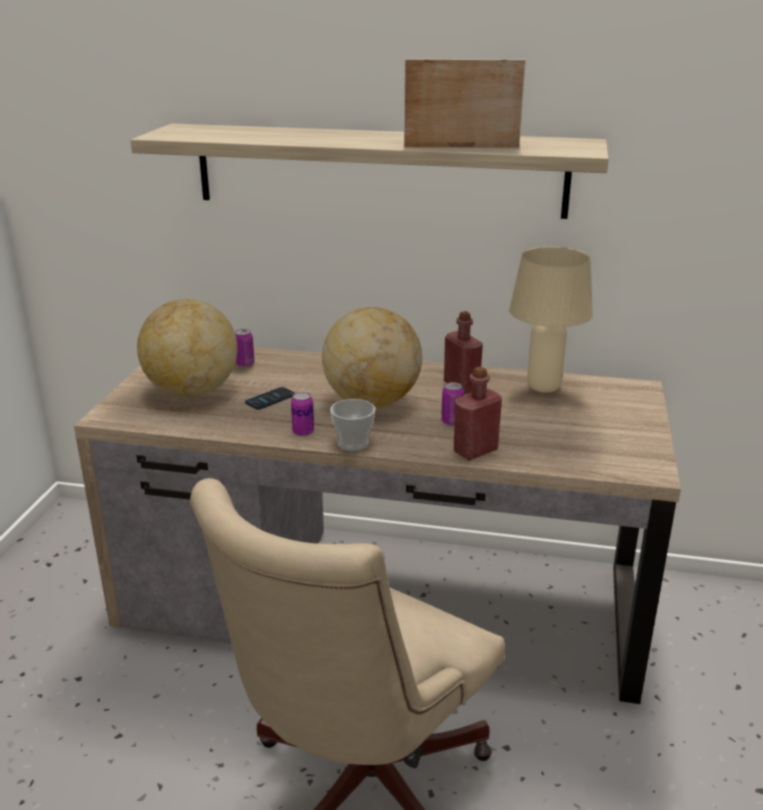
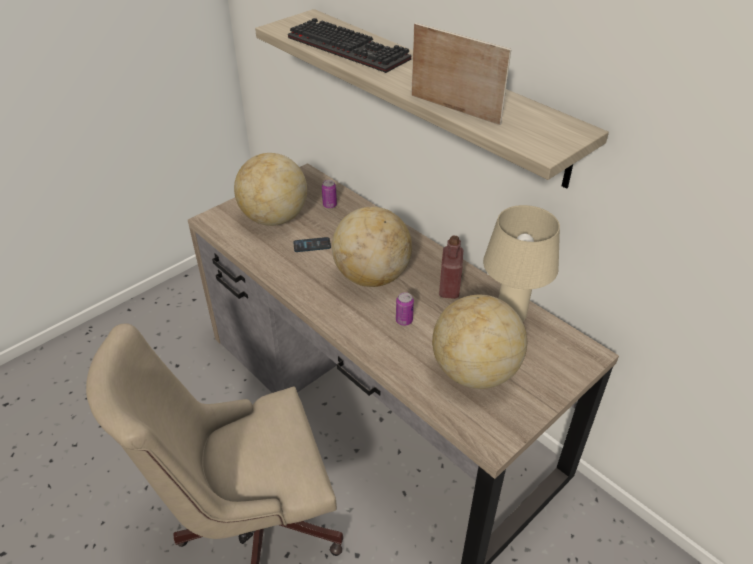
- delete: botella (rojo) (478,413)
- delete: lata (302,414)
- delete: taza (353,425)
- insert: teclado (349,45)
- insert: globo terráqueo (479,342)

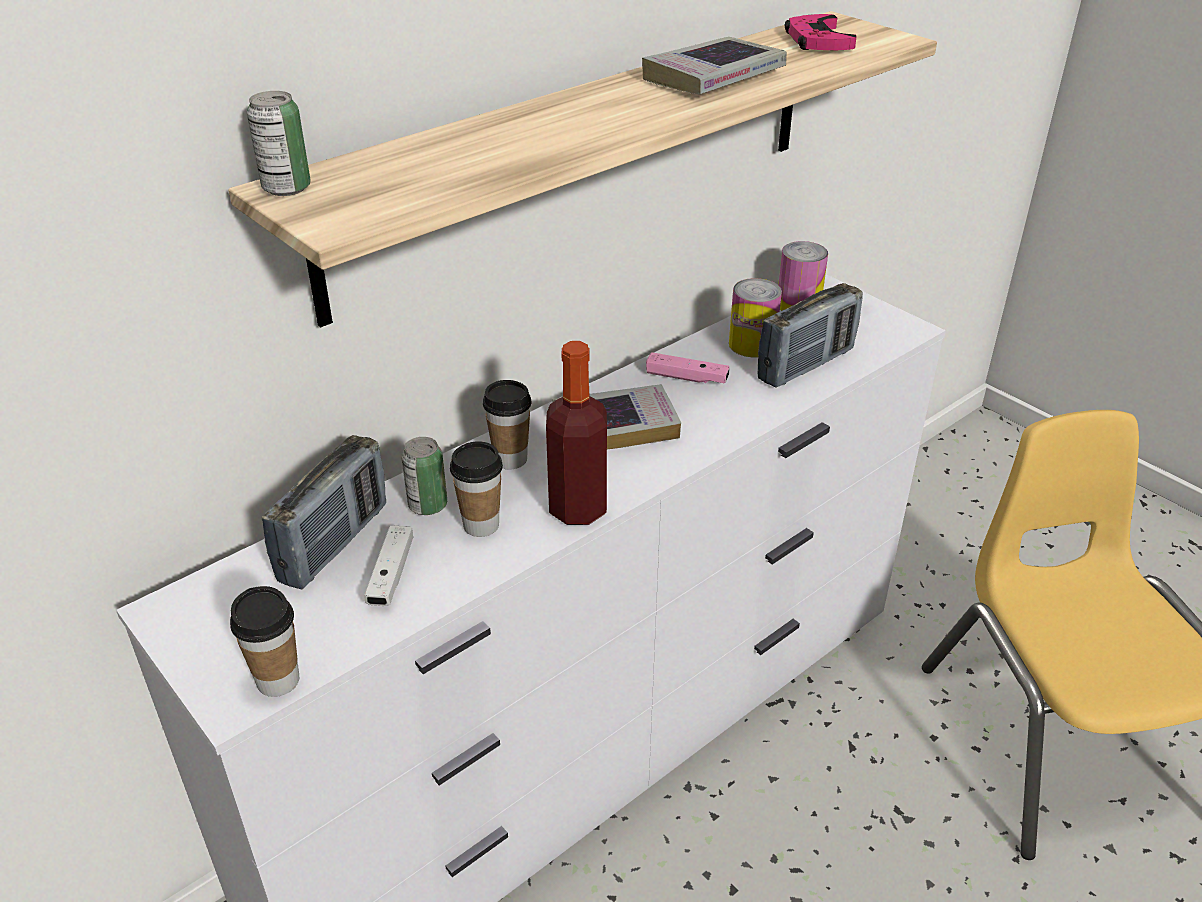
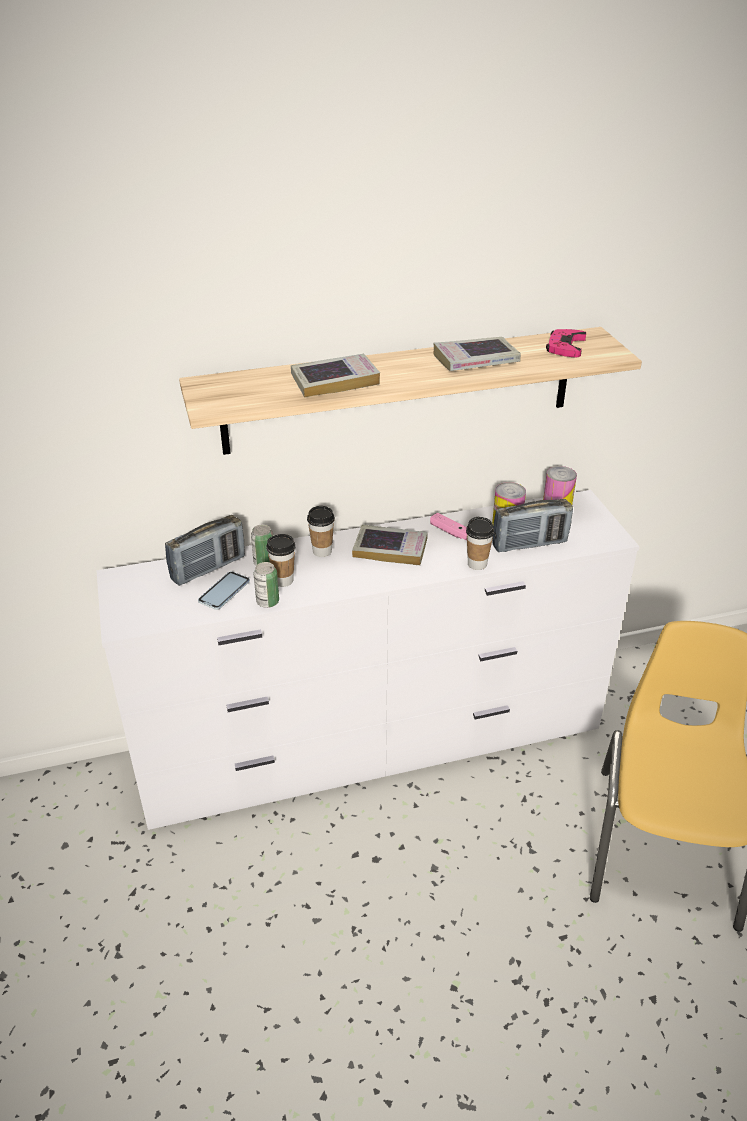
- move: lata (279,143) to (266,585)
- delete: botella (576,433)
- replace: mando de consola (blanco) (388,566) to móvil (224,590)
- move: taza (264,641) to (480,543)
- insert: libro (335,376)

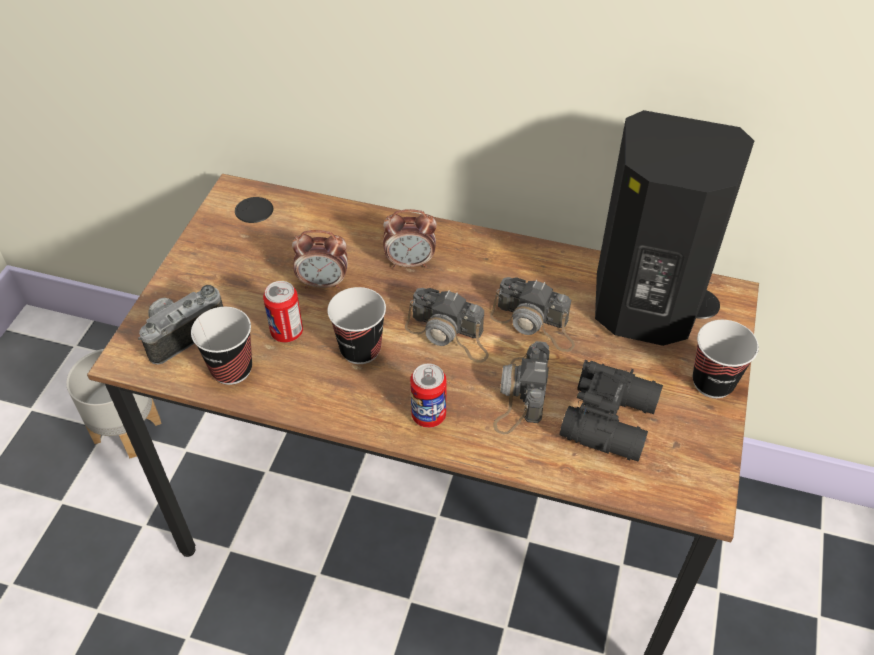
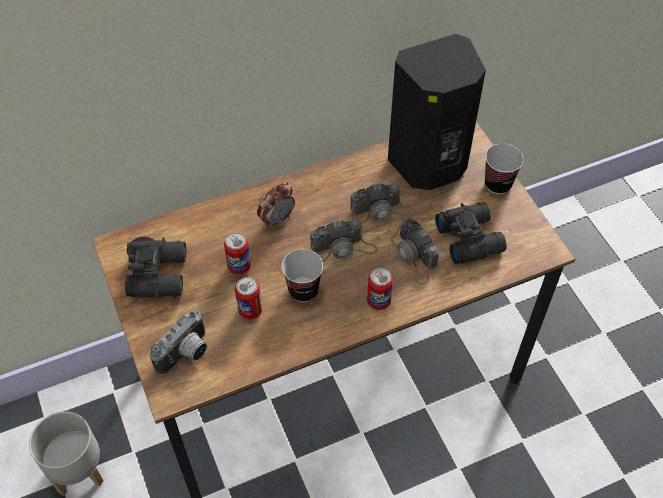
- replace: despertador (320,259) to lata (237,253)
- rotate: cámara (180,325) = (178,342) 150 degrees counterclockwise
- delete: taza (221,346)
- insert: prismáticos (negro) (155,267)

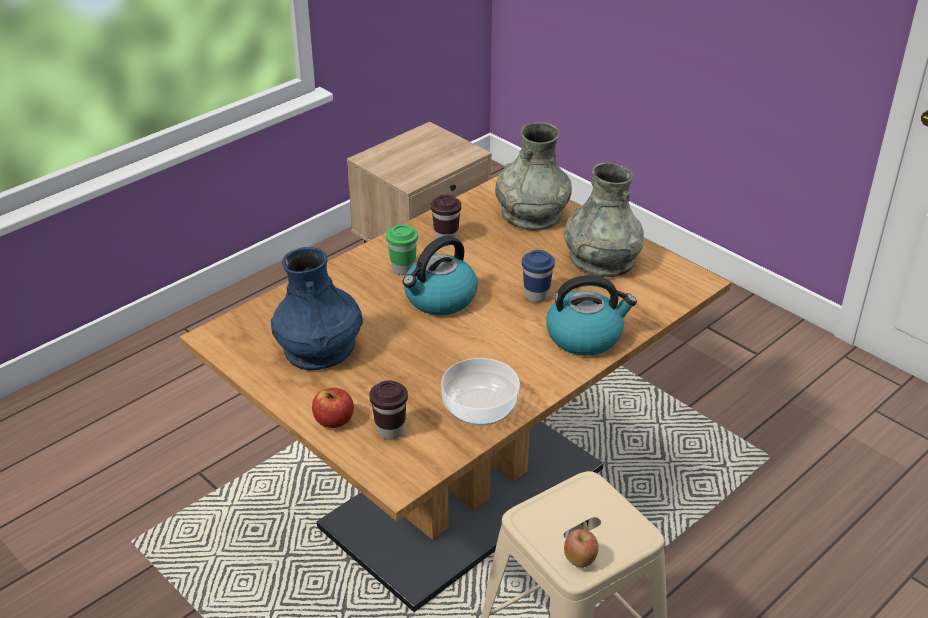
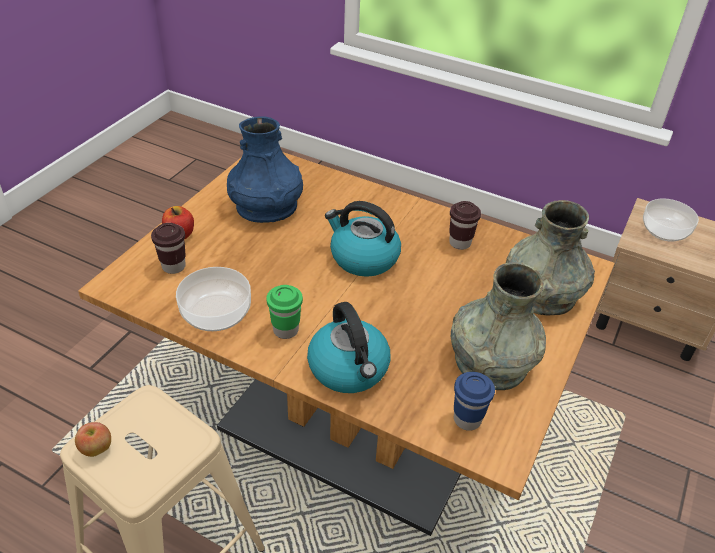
- move: taza (verde) (402,249) to (284,312)
- move: taza (azul) (538,276) to (474,401)
- insert: cuenco (671,220)

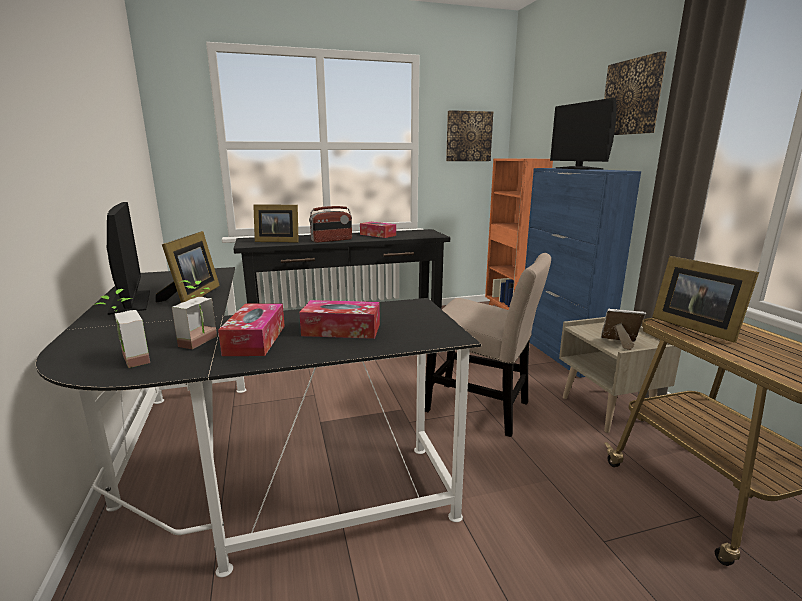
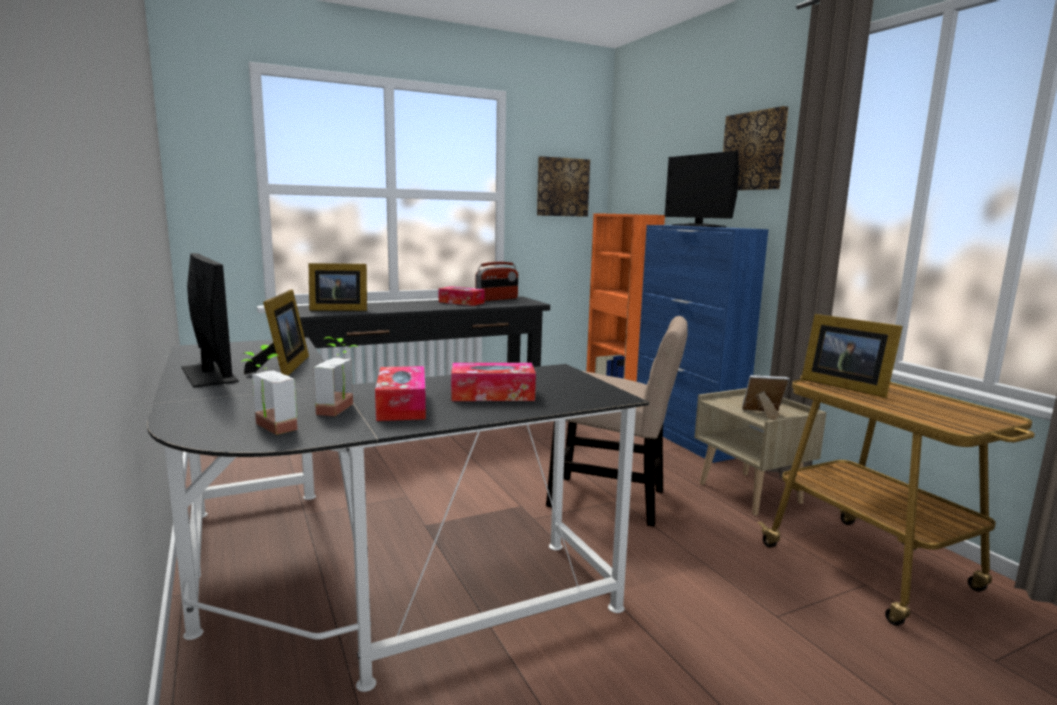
- move: radio (330,224) to (497,281)

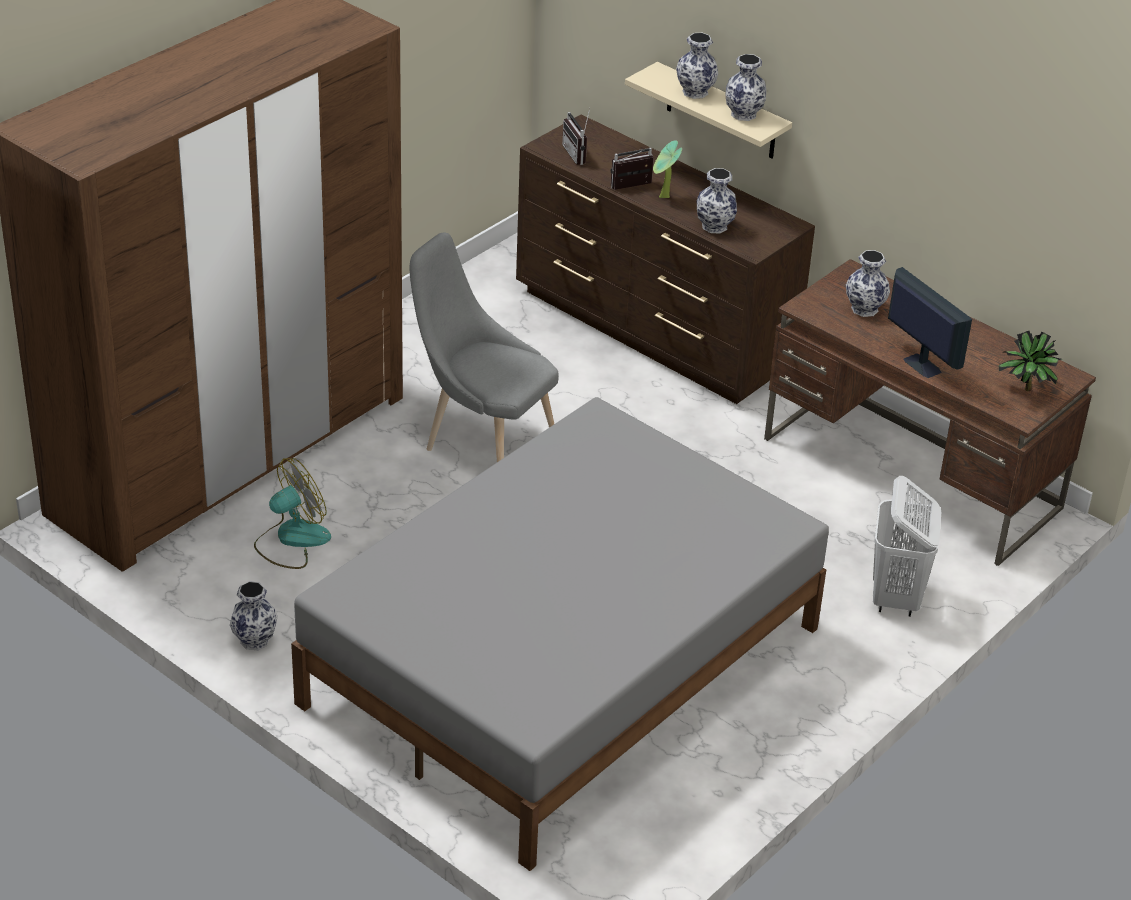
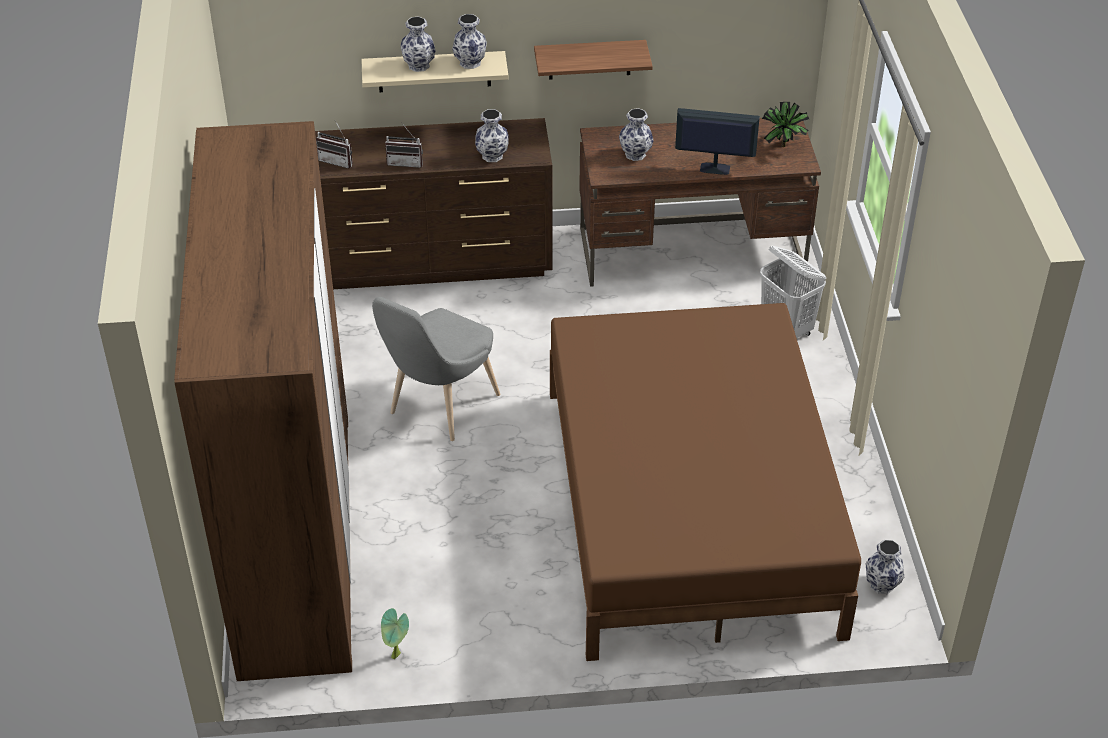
- move: planta en maceta (667,169) to (395,633)
- rotate: radio (632,169) = (404,145) 105 degrees counterclockwise
- rotate: silla (gris) (484,347) = (436,369) 45 degrees counterclockwise
- recolor: cama (gris) (560,634) to cama (marrón) (705,482)
- delete: ventilador (292,513)
- move: florero (254,615) to (884,567)
- insert: estante (593,60)

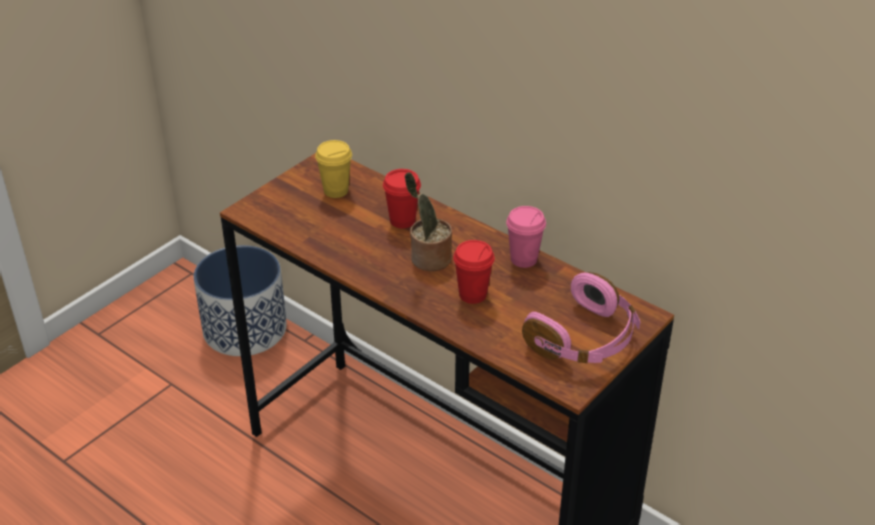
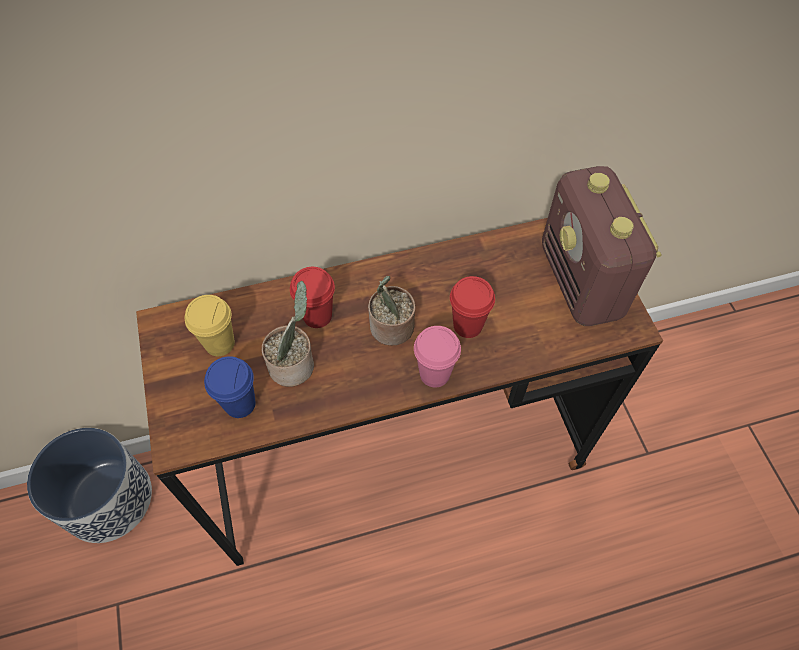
- move: taza (rosa) (526,237) to (437,356)
- replace: auriculares (rosa) (581,317) to radio (602,246)
- insert: planta en maceta (288,334)
- insert: taza (azul) (230,387)

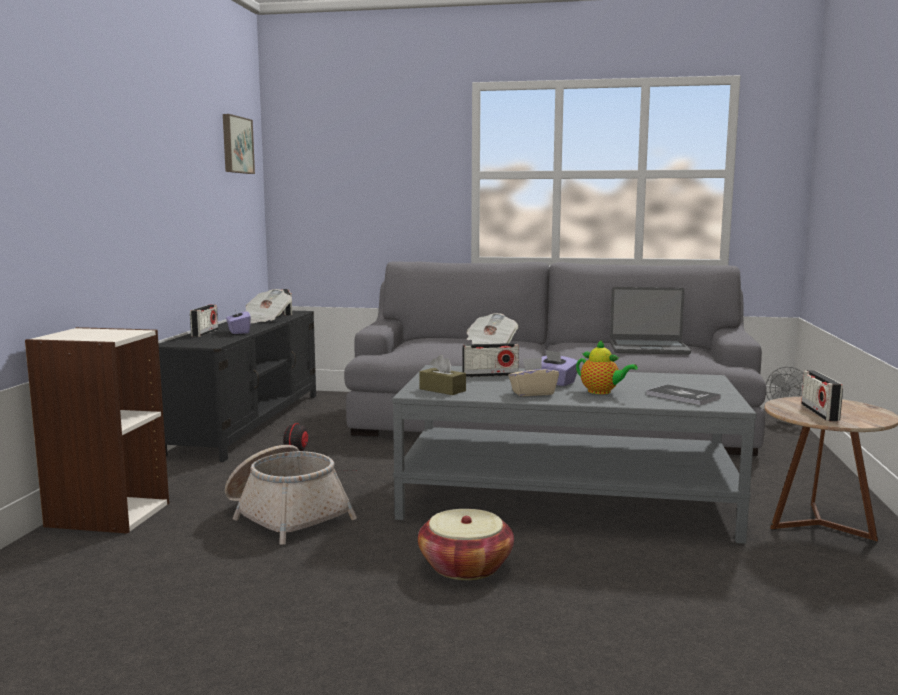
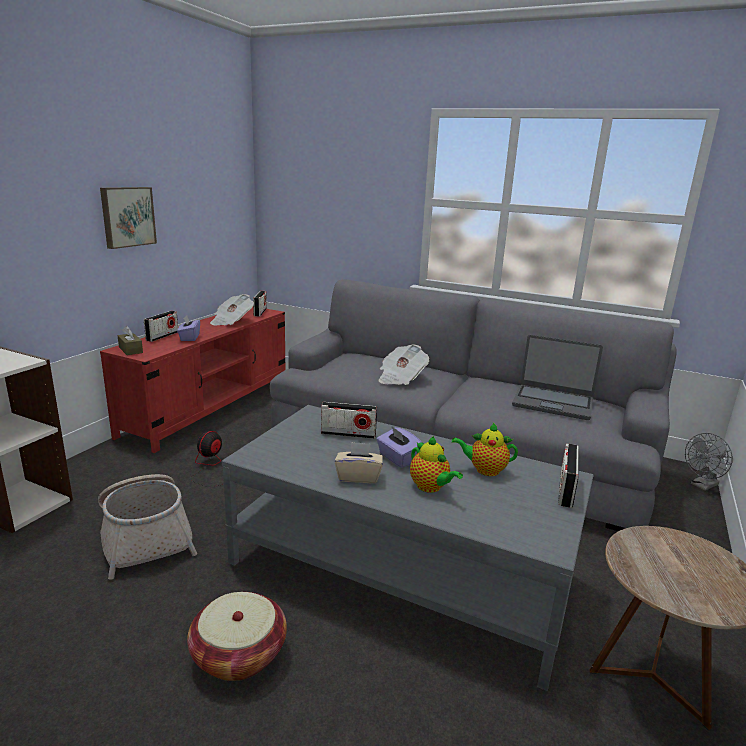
- move: cuadro (239,144) to (128,218)
- recolor: mueble de televisión (negro) (237,386) to mueble de televisión (rojo) (192,380)
- move: caja de pañuelos (marrón) (442,375) to (130,340)
- move: radio (822,395) to (568,475)
- delete: libro (683,395)
- insert: tetera (485,449)

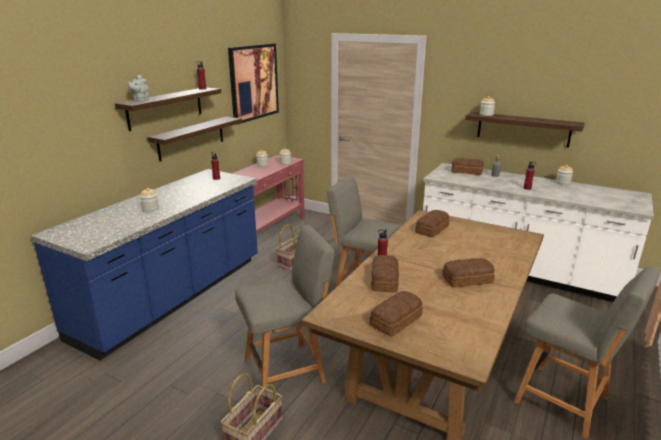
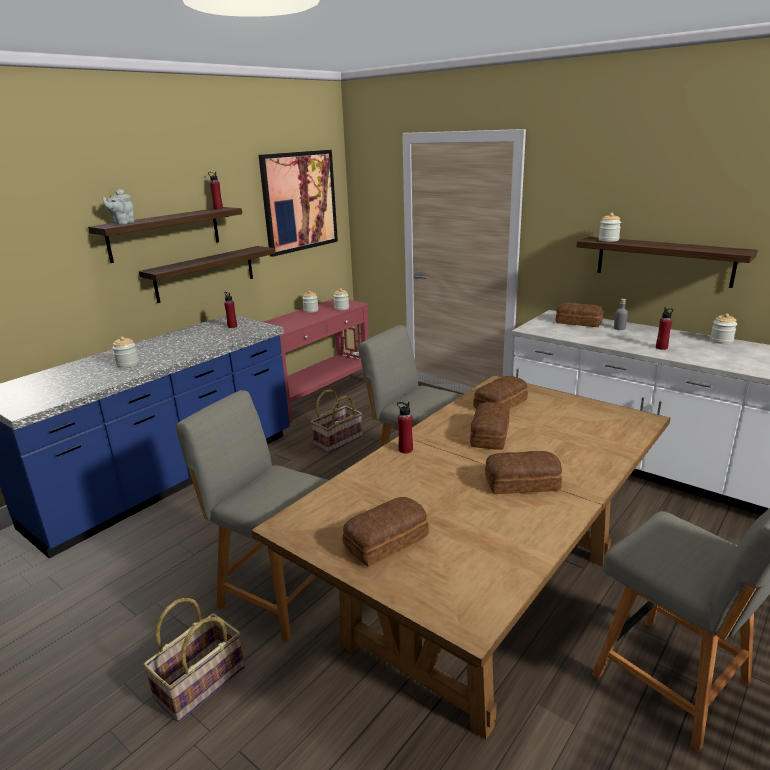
- rotate: silla (gris) (285,306) = (252,516) 135 degrees counterclockwise
- move: pan (385,273) to (490,426)

